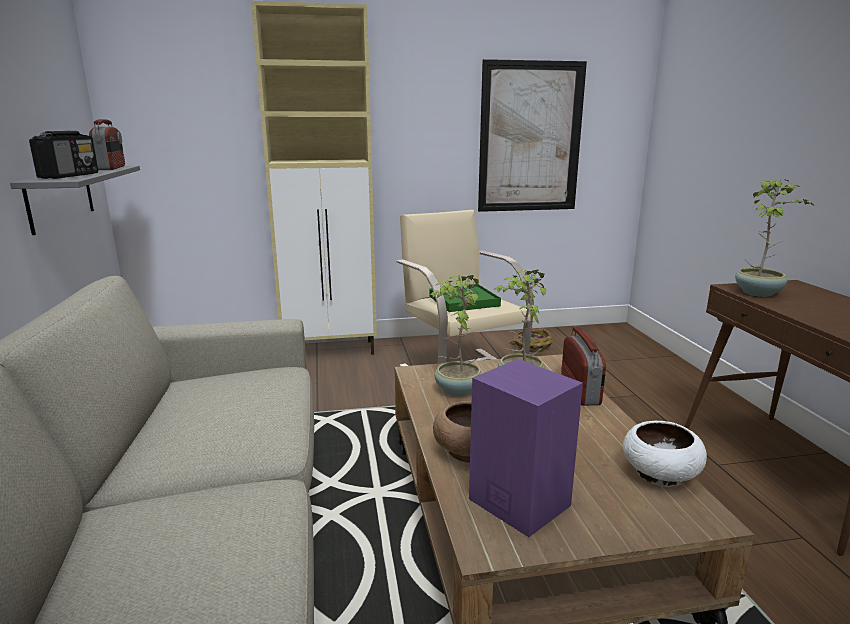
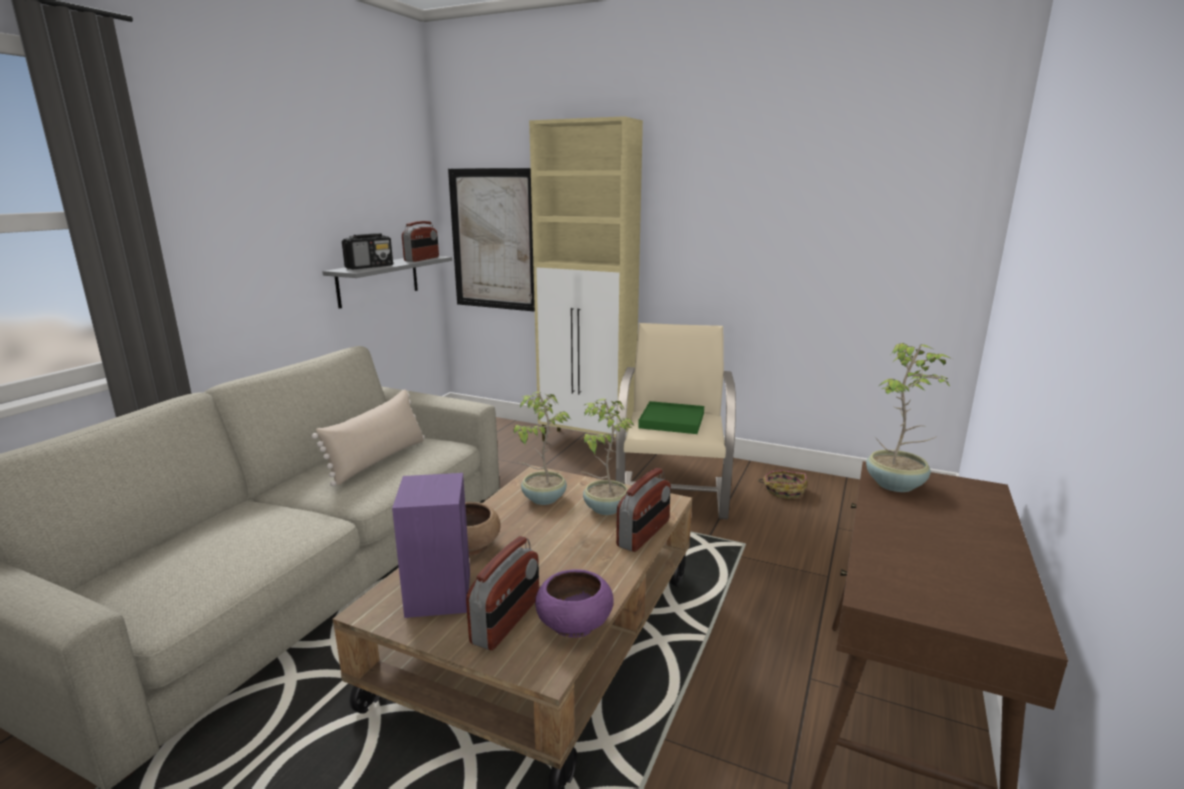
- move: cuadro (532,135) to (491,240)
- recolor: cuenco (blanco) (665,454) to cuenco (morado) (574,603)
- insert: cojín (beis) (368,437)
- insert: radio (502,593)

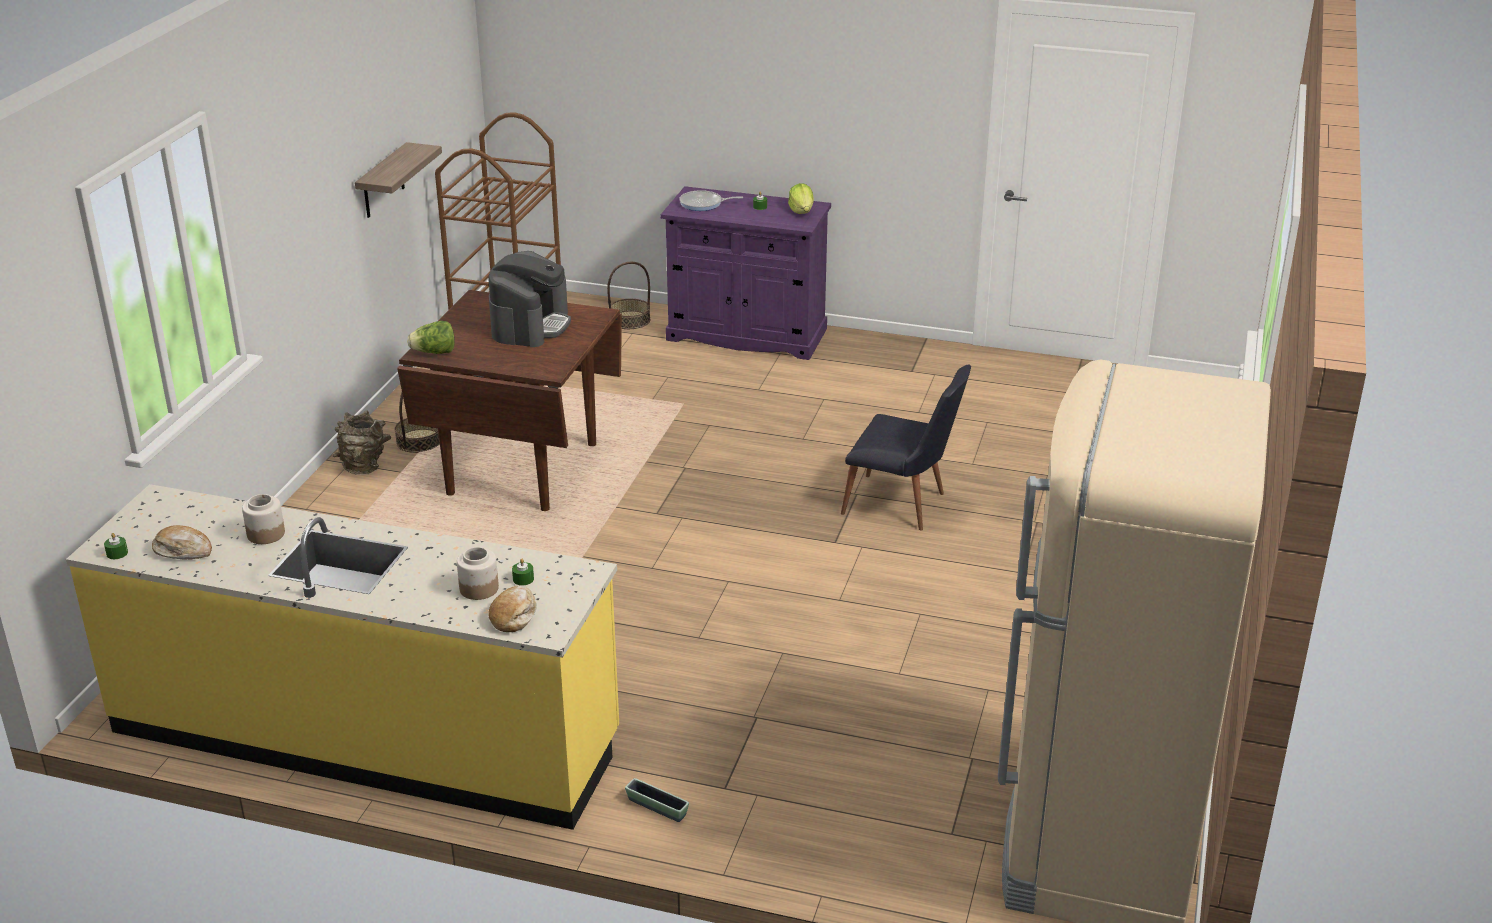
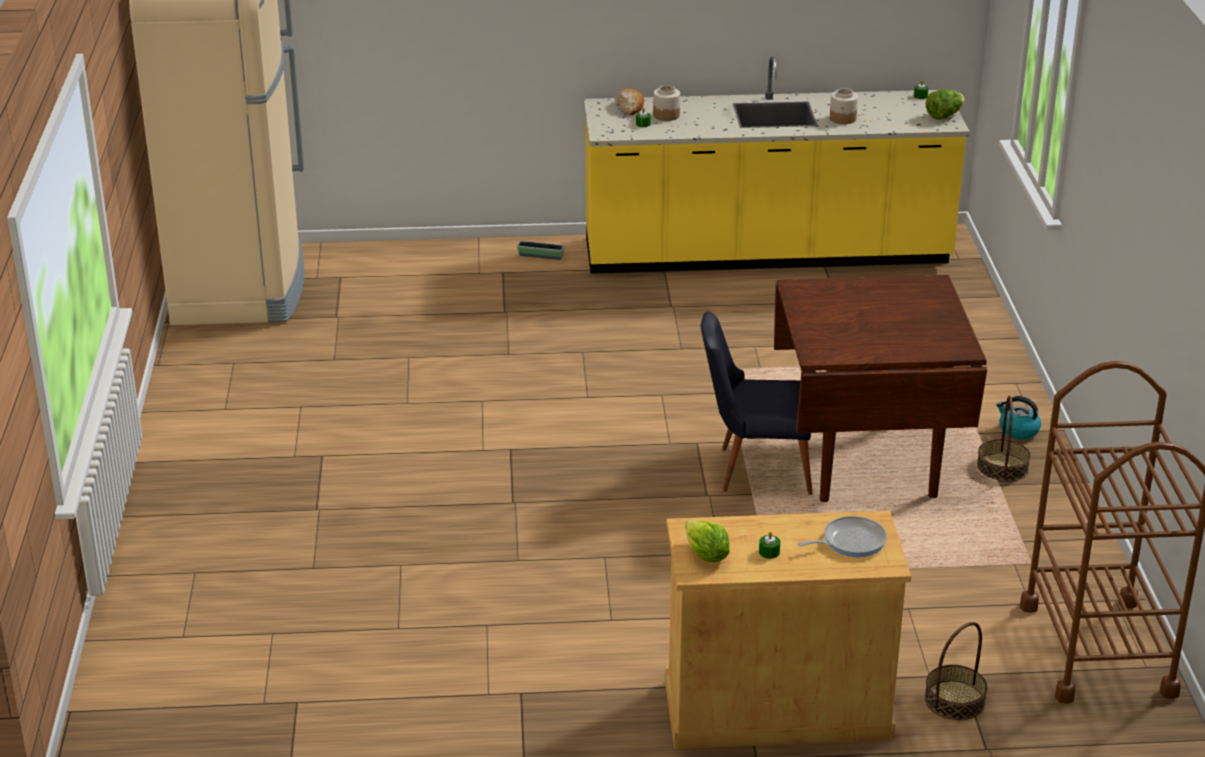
- delete: estante (398,180)
- recolor: armario (morado) (745,273) to armario (beis) (788,630)
- delete: cafetera (529,299)
- move: lechuga (431,337) to (945,105)
- move: silla (negro) (906,447) to (756,403)
- replace: florero (marrón) (361,442) to hervidor (1019,417)
- delete: pan (182,542)

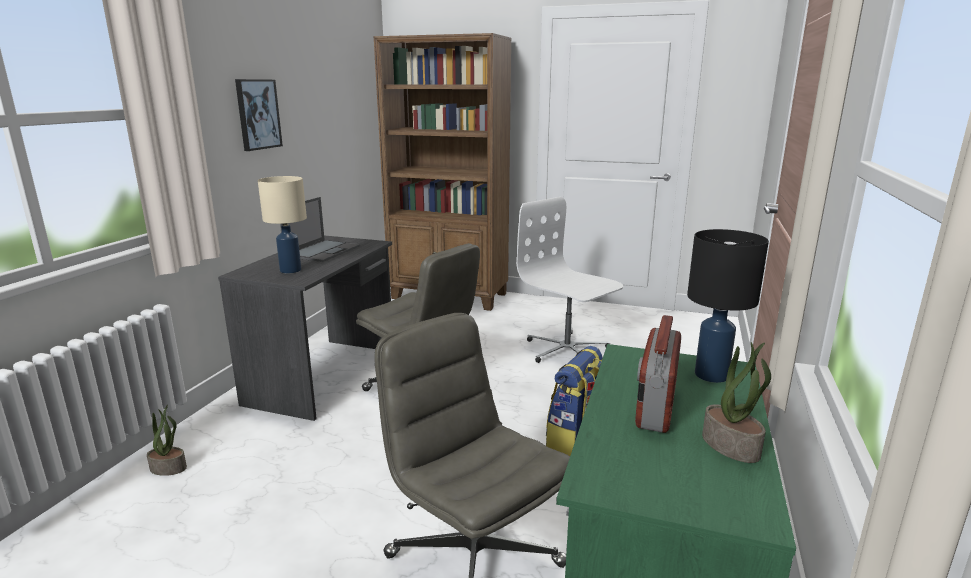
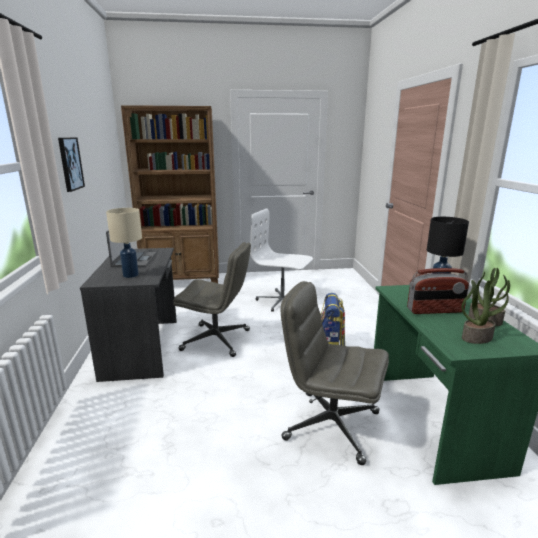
- rotate: radio (658,374) = (438,291) 90 degrees counterclockwise
- move: planta en maceta (167,440) to (485,312)

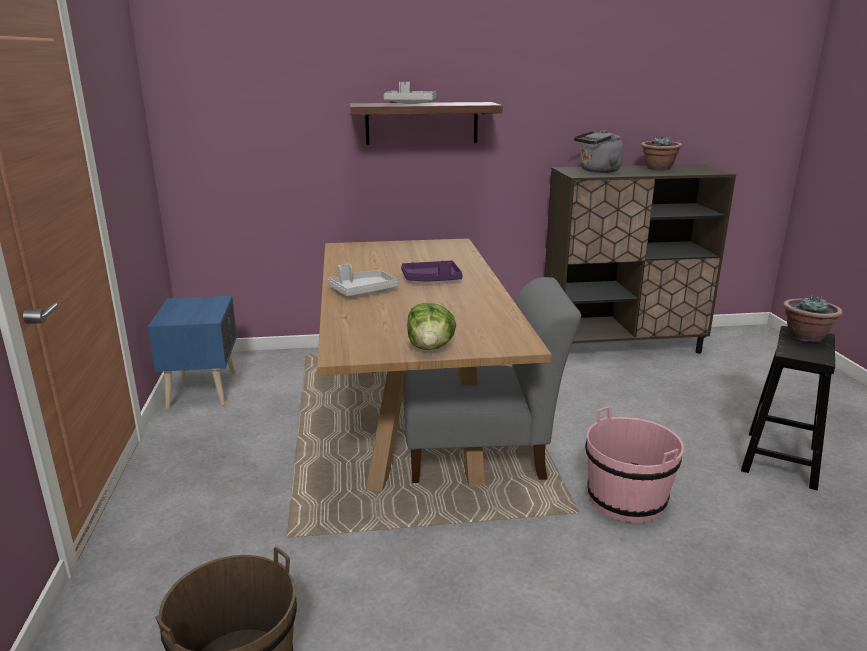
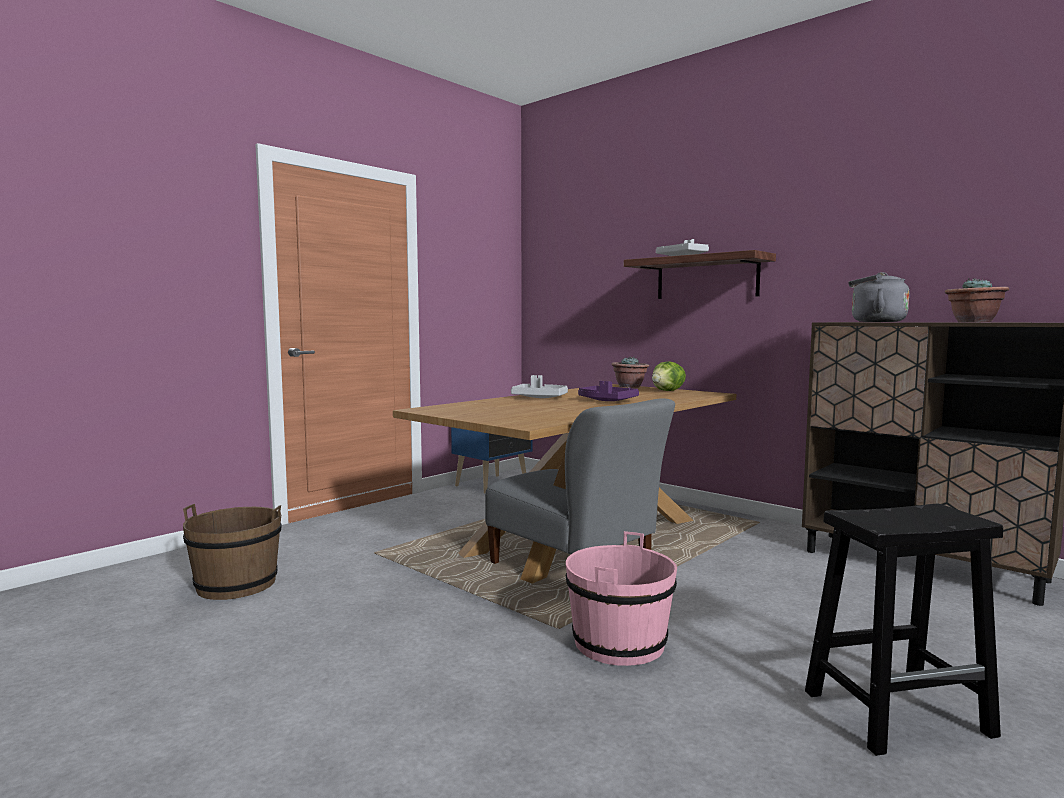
- move: planta en maceta (813,319) to (630,372)
- move: lechuga (431,326) to (669,376)

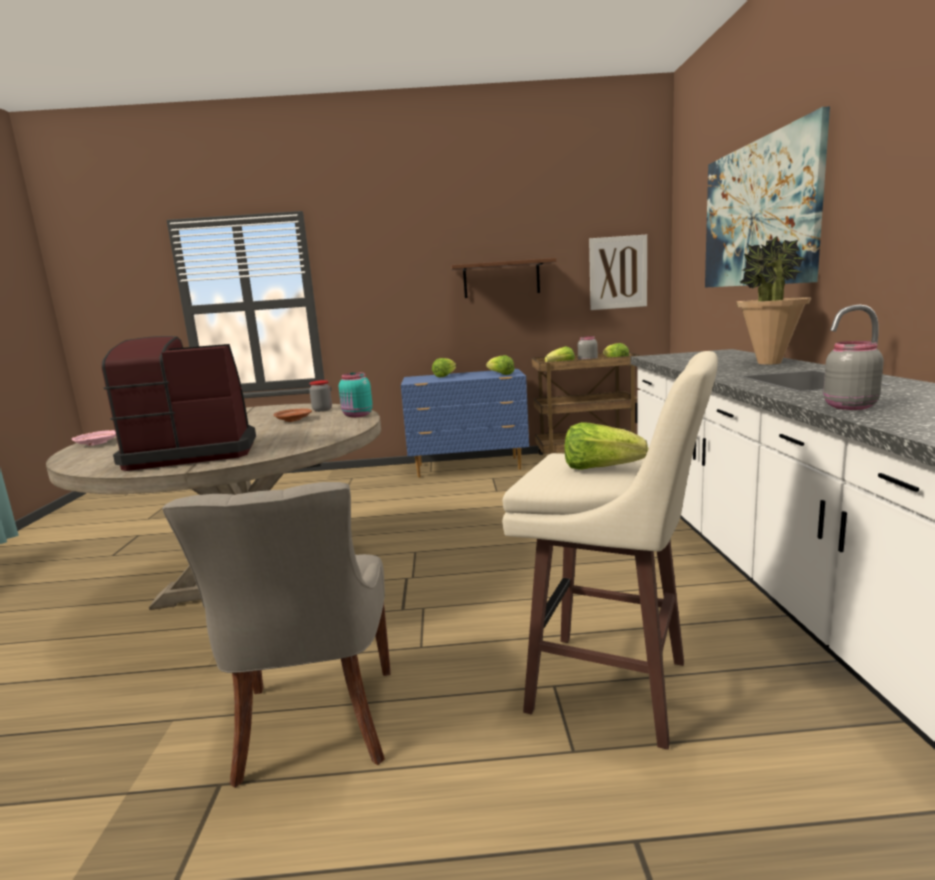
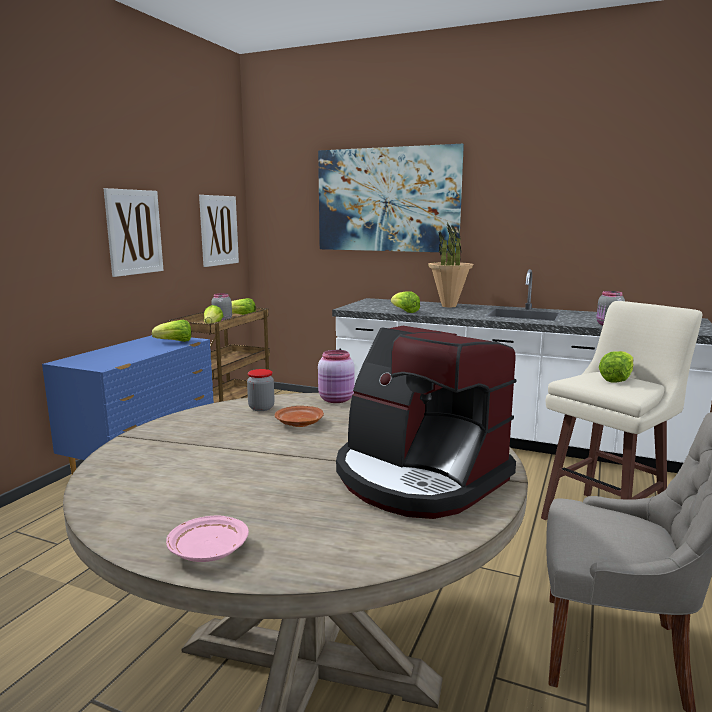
- replace: estante (marrón) (503,278) to cuadro (133,232)
- rotate: cafetera (178,403) = (426,422) 60 degrees counterclockwise
- move: lechuga (444,367) to (405,302)
- recolor: tarro (turquesa) (356,394) to tarro (rosa) (336,376)

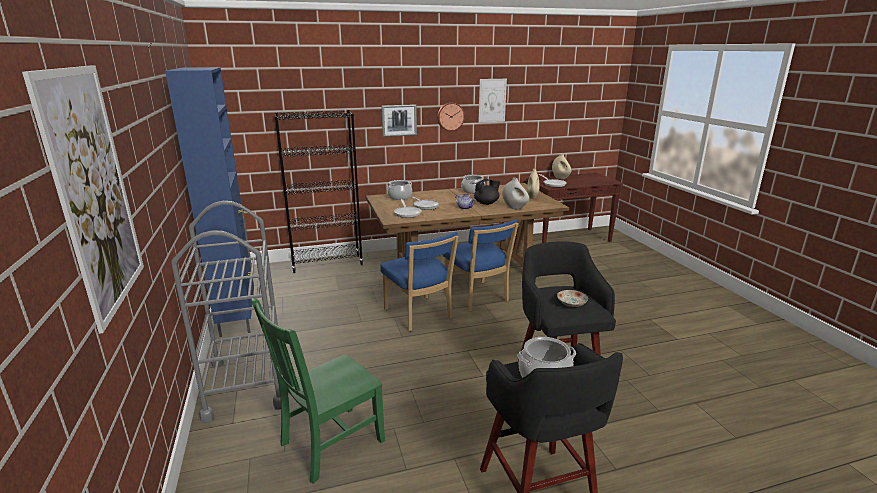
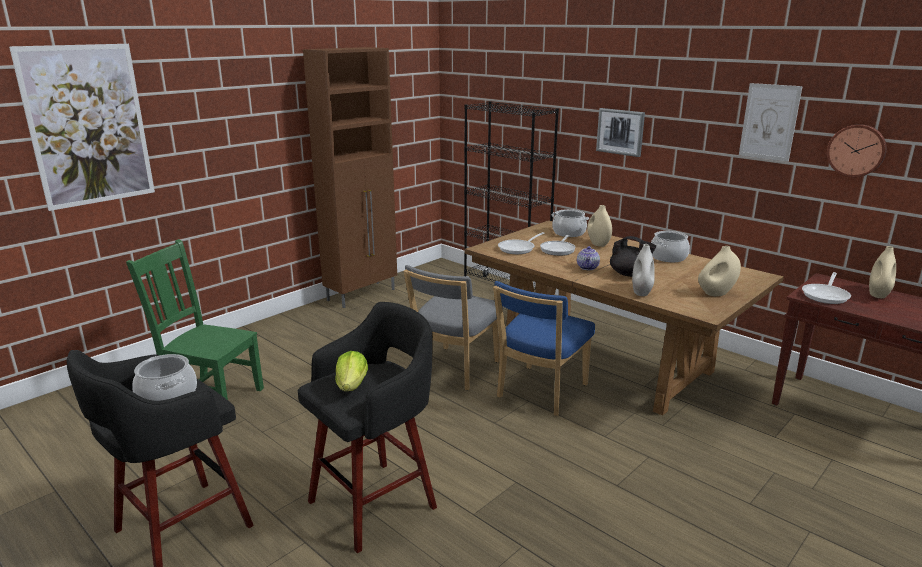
- recolor: armario (azul) (209,202) to armario (marrón) (350,177)
- move: reloj de pared (451,116) to (857,150)
- delete: carrito (gris) (226,312)
- recolor: silla (azul) (419,282) to silla (gris) (453,327)
- replace: plato (572,298) to lechuga (351,371)
- insert: florero (beis) (599,226)

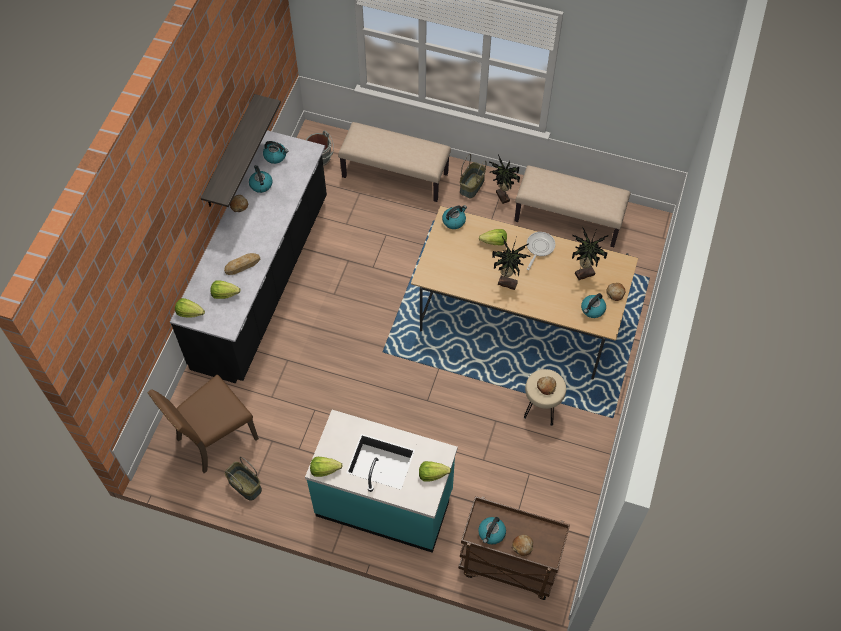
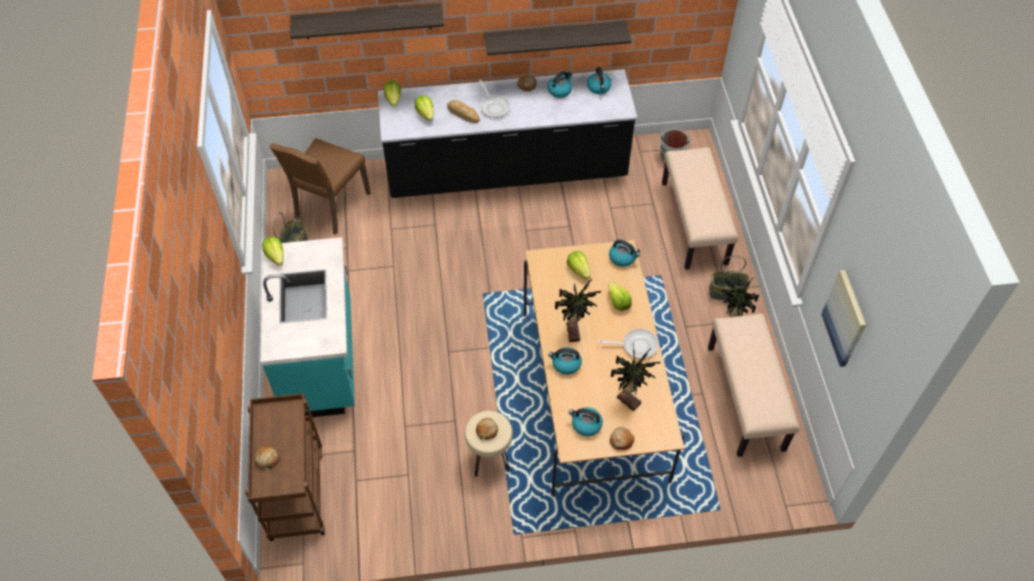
- rotate: silla (marrón) (203,423) = (320,186) 90 degrees counterclockwise
- move: lechuga (435,471) to (579,265)
- move: hervidor (492,531) to (565,361)
- insert: estante (367,21)
- insert: sartén (494,99)
- insert: cuadro (843,318)

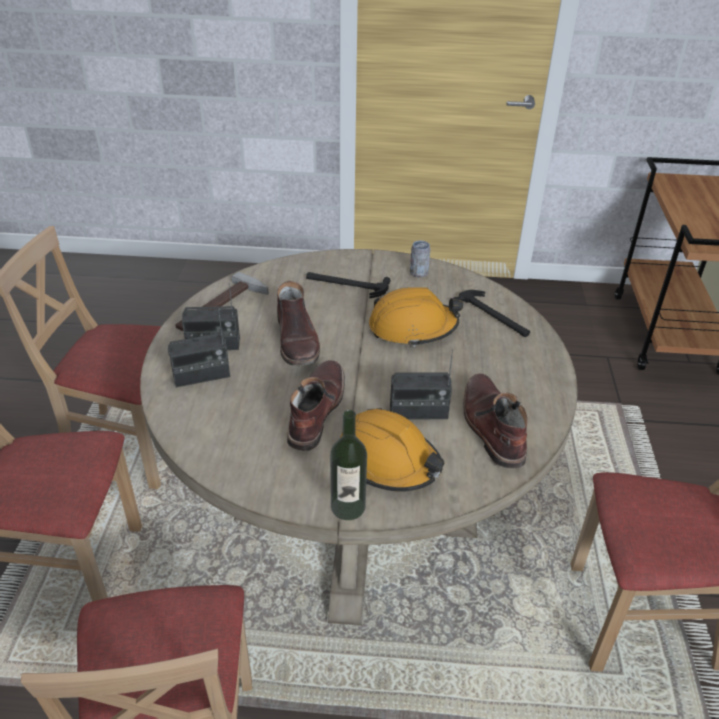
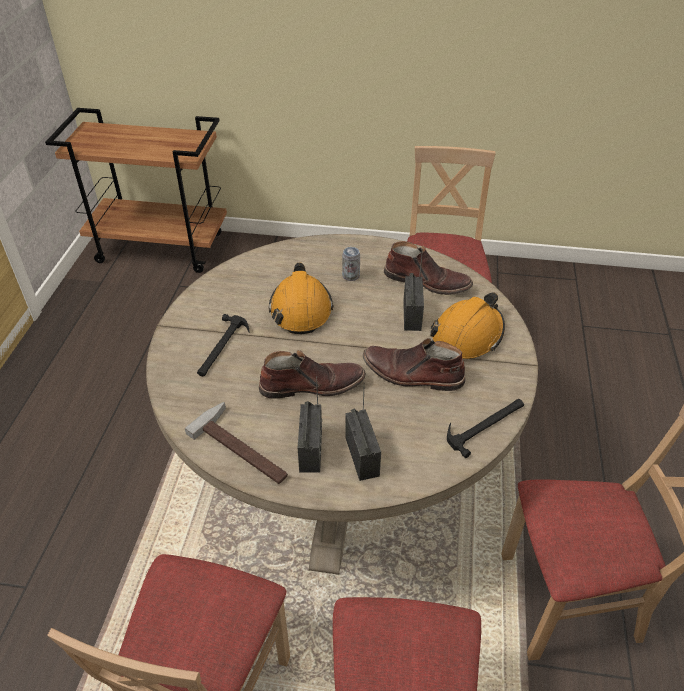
- move: lata (420,258) to (351,264)
- move: martillo (492,313) to (485,428)
- rotate: bota (marrón) (495,421) = (428,268) 150 degrees counterclockwise
- delete: botella (348,465)

